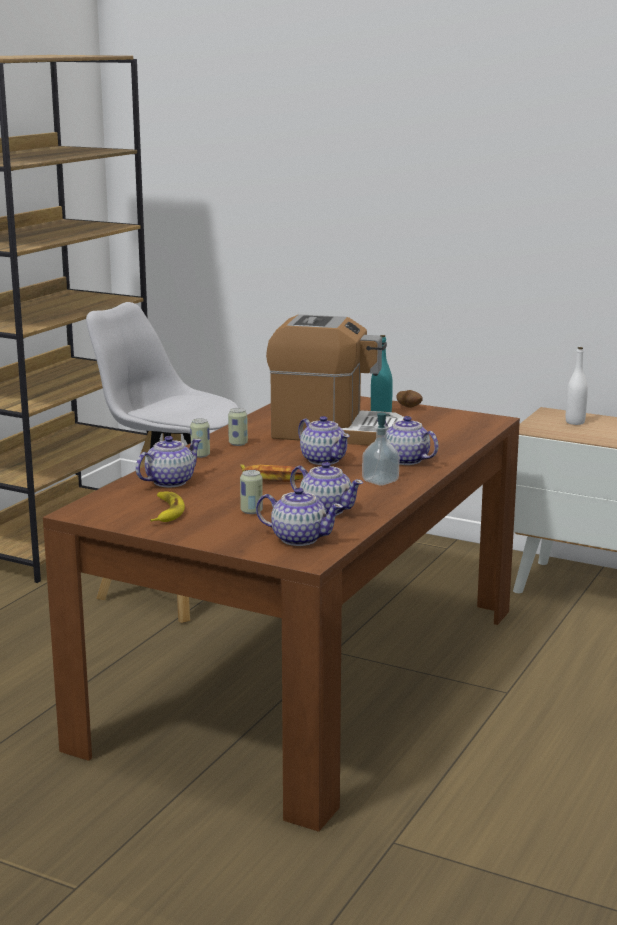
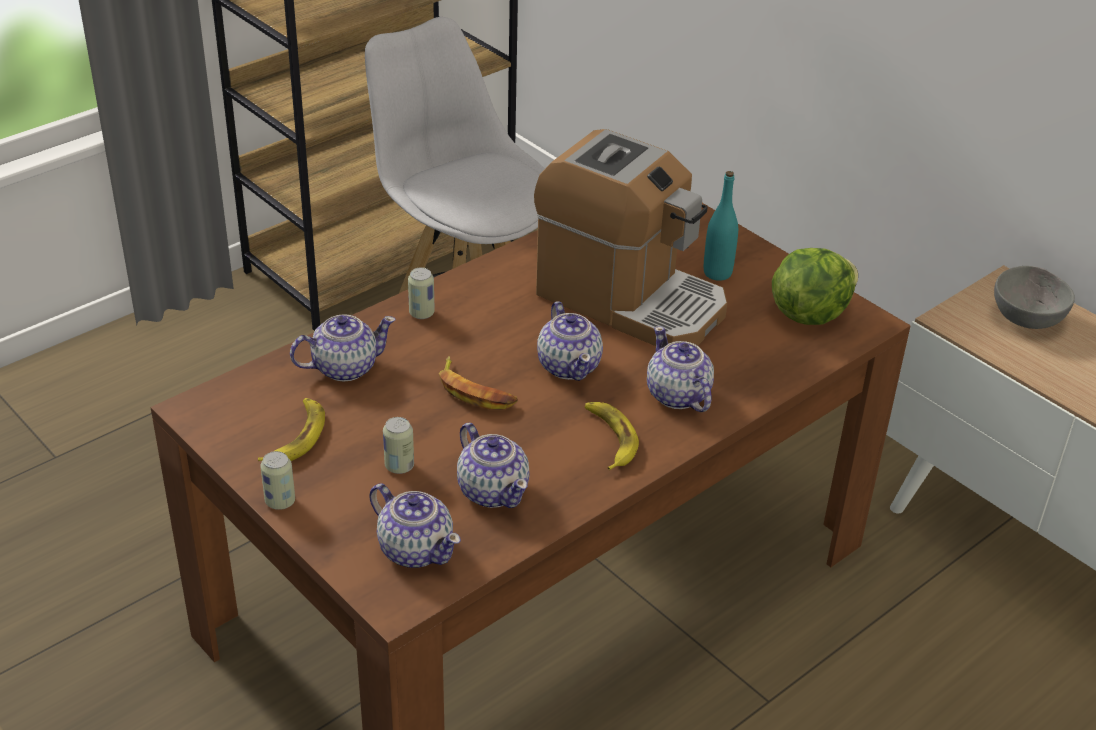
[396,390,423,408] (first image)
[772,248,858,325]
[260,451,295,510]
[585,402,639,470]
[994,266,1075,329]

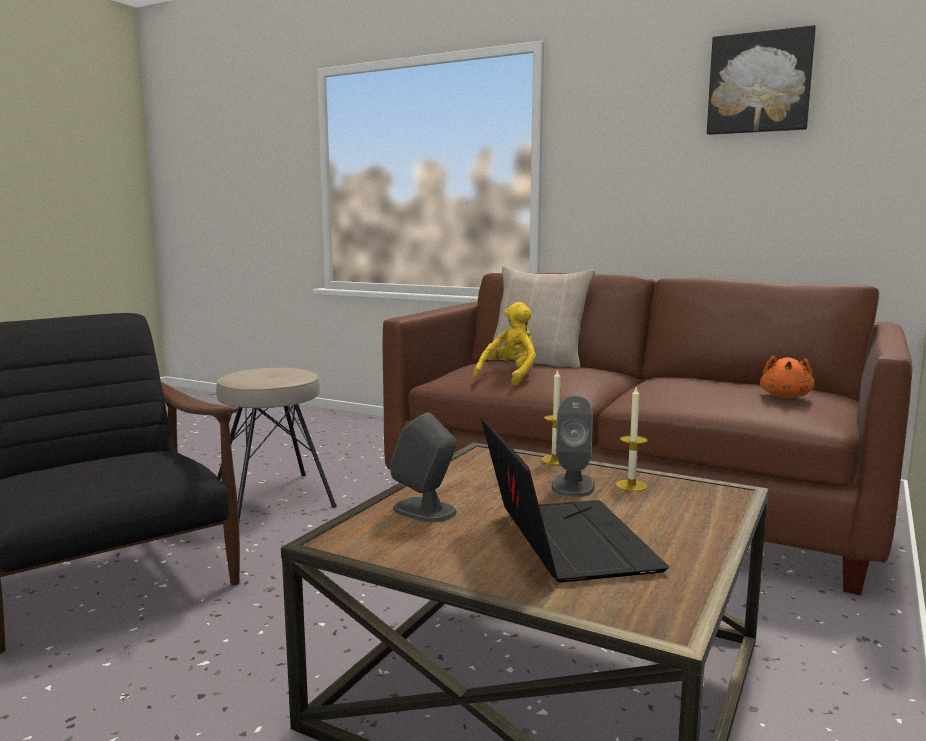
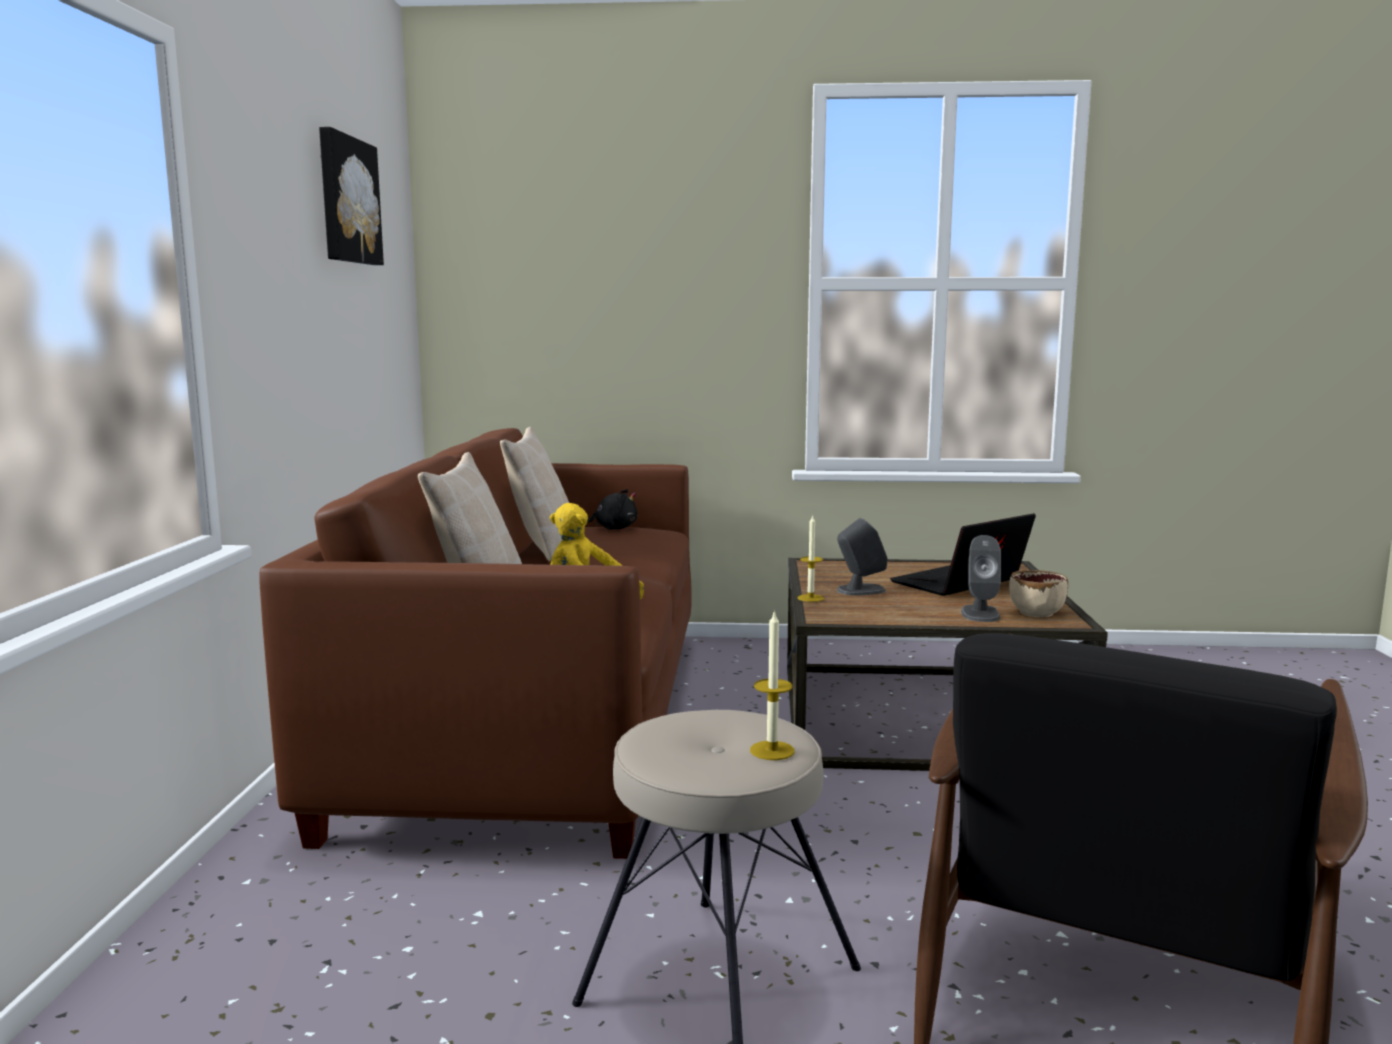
[500,427,569,561]
[1009,570,1068,618]
[750,610,794,760]
[587,489,638,530]

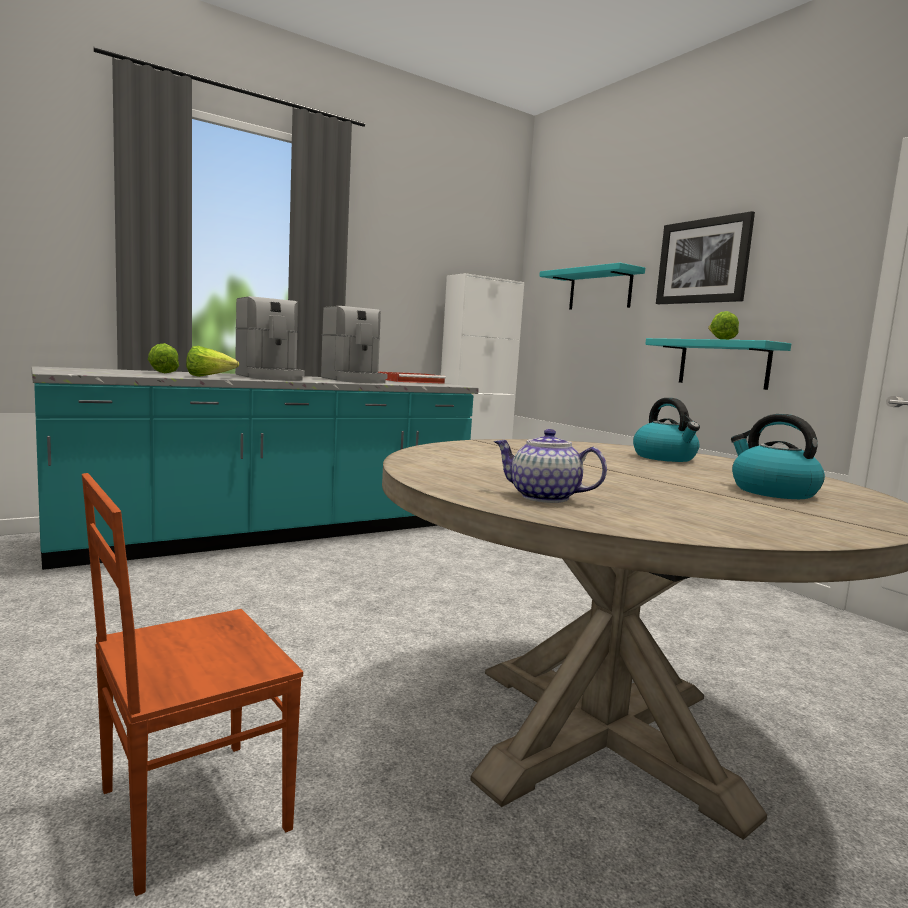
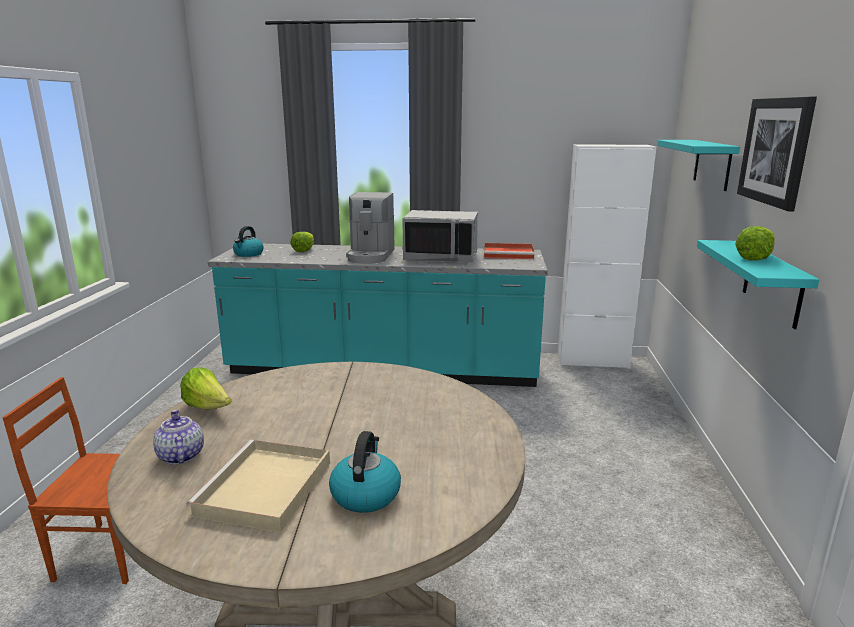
[186,440,330,533]
[180,367,231,410]
[233,226,264,257]
[402,210,478,263]

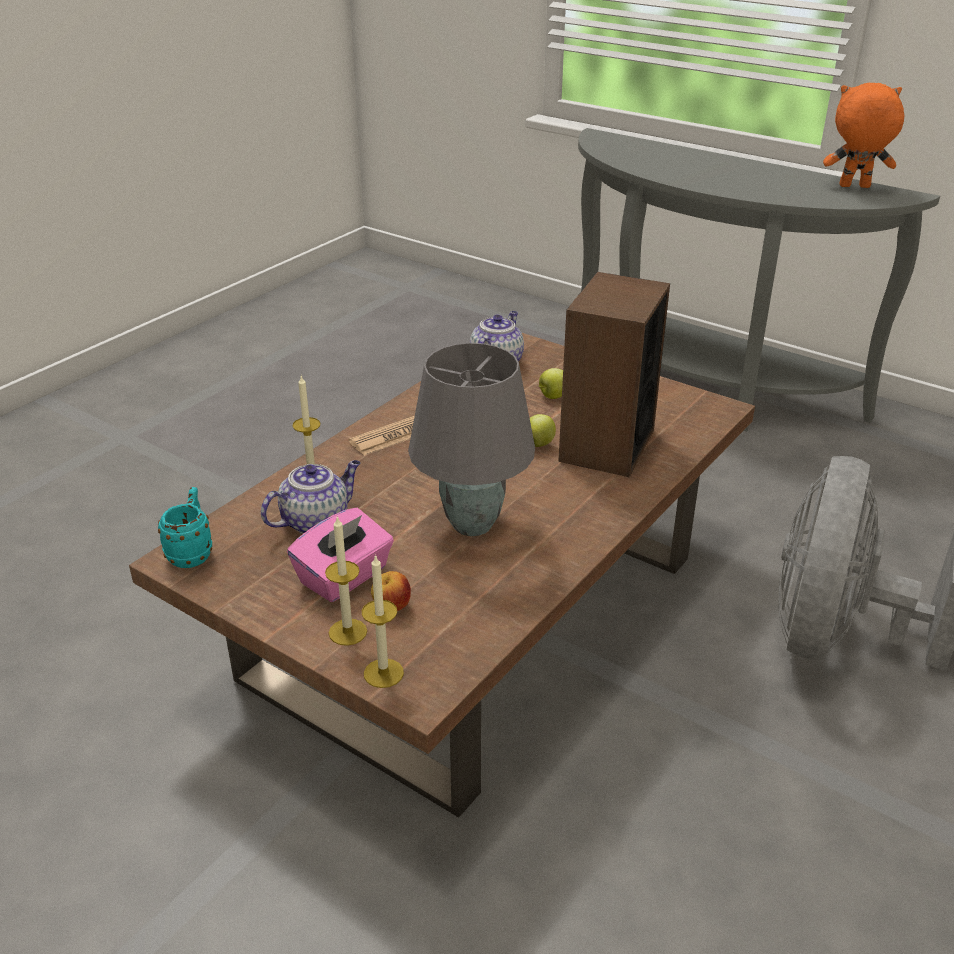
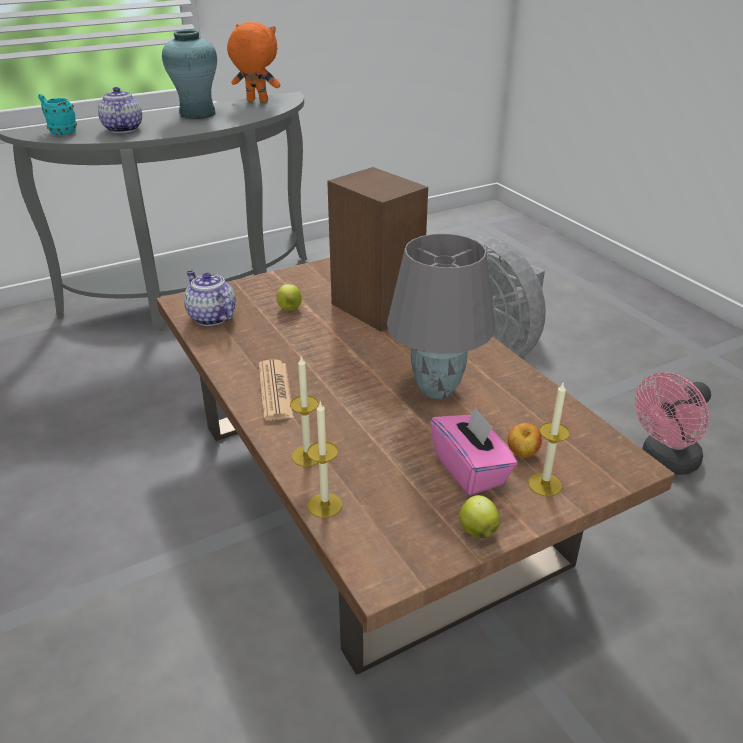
[162,30,217,119]
[635,372,711,475]
[38,94,77,135]
[98,87,142,133]
[307,402,342,518]
[459,495,500,538]
[227,22,280,103]

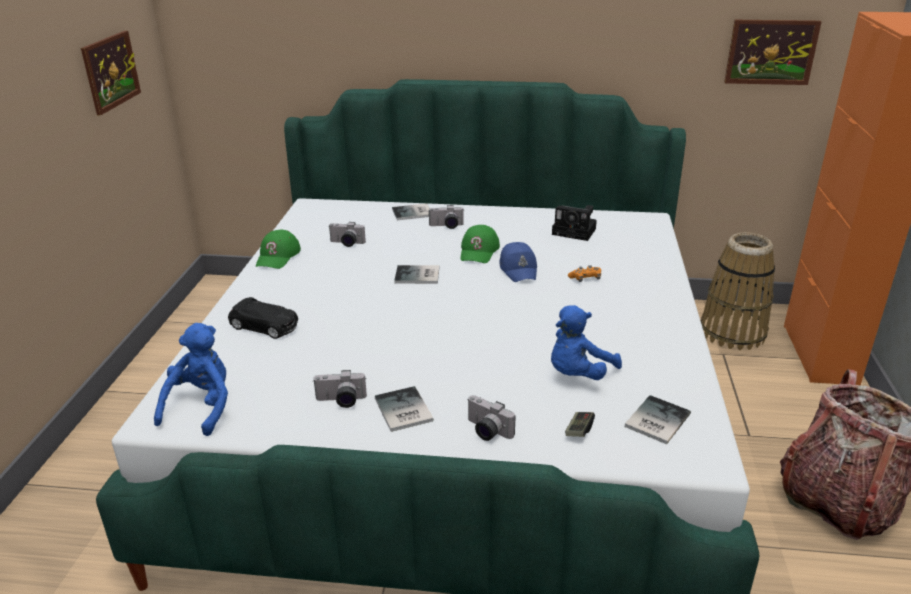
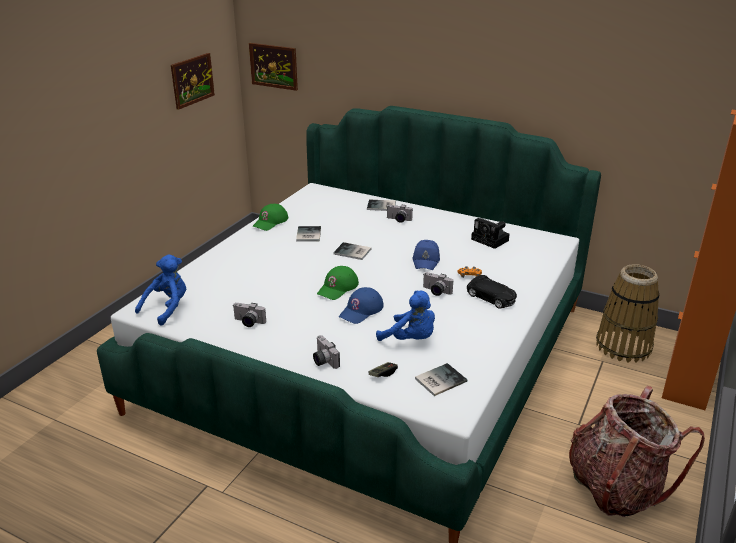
[339,287,384,324]
[467,275,517,309]
[423,272,453,296]
[296,226,321,242]
[317,266,359,300]
[249,43,298,91]
[376,290,435,341]

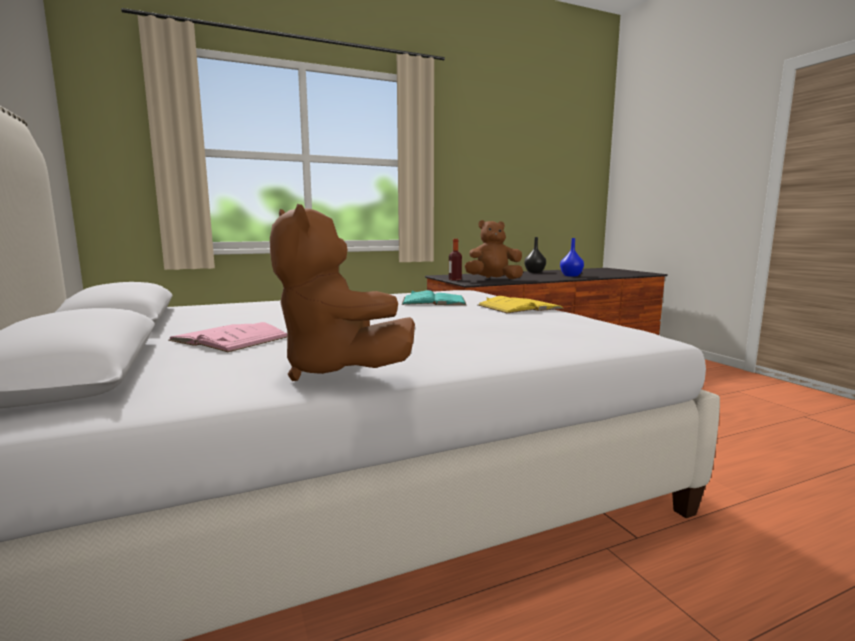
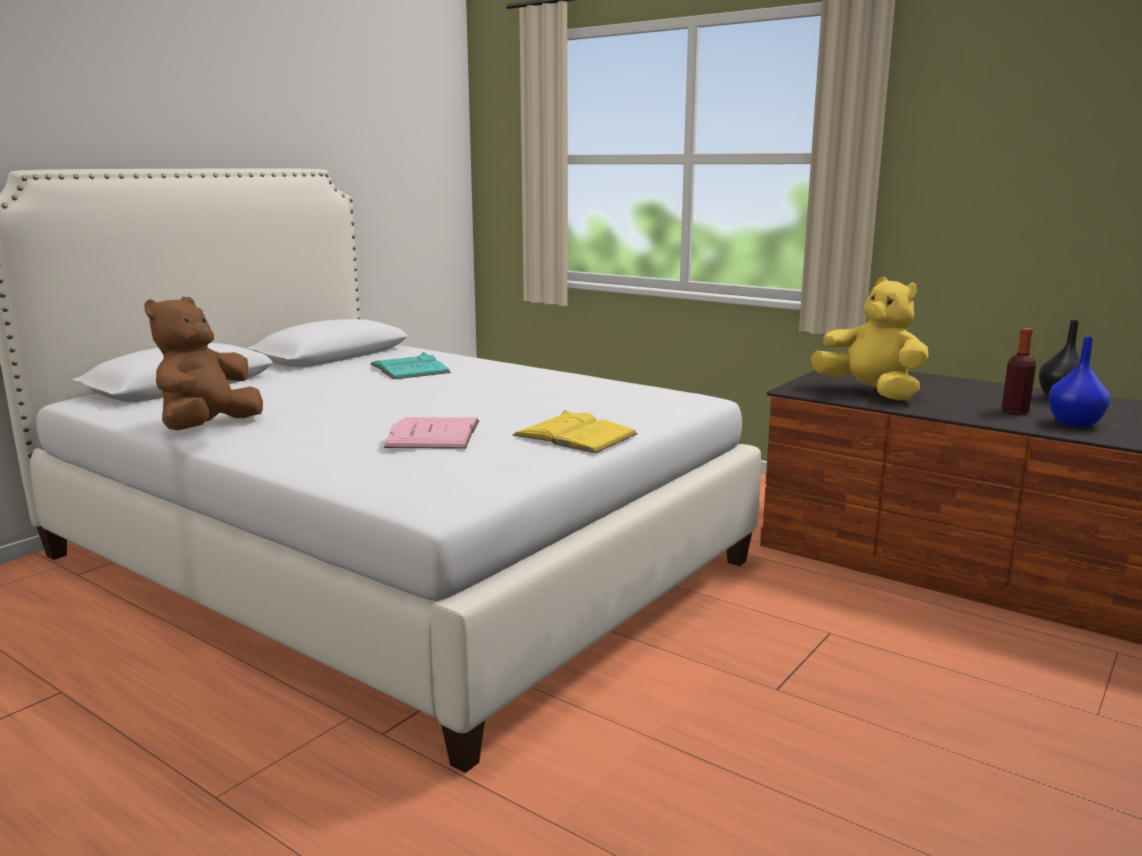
[384,417,479,449]
[370,352,451,379]
[1001,328,1036,414]
[811,277,928,400]

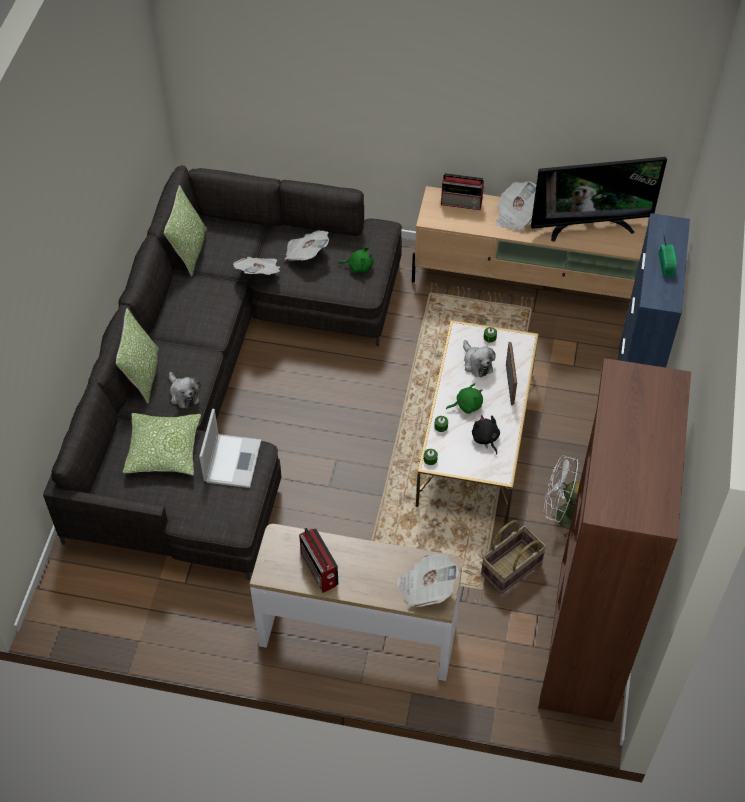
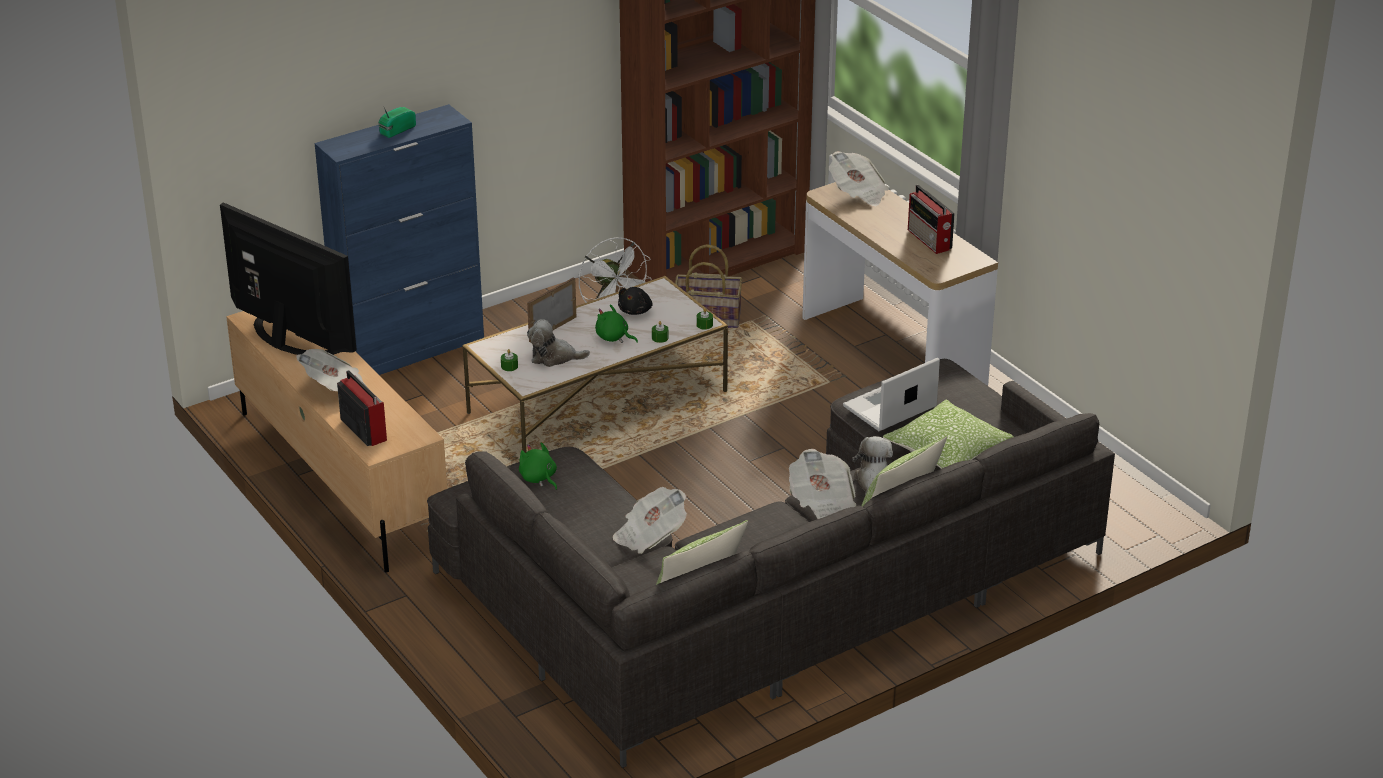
[789,449,856,519]
[908,185,955,254]
[527,319,590,367]

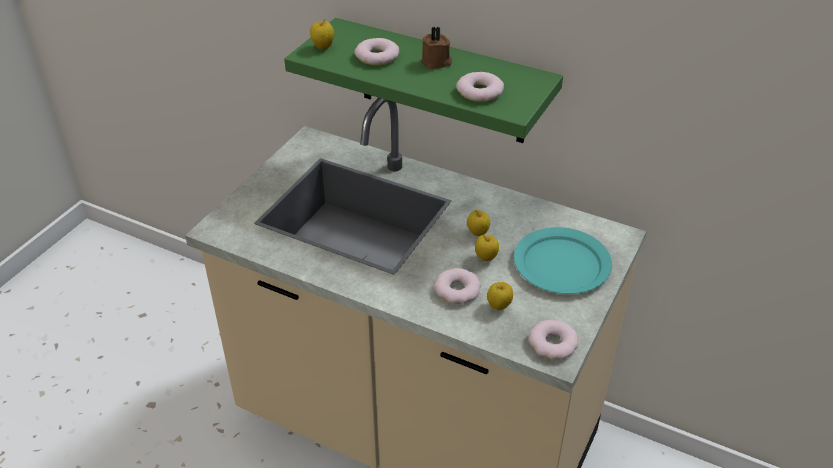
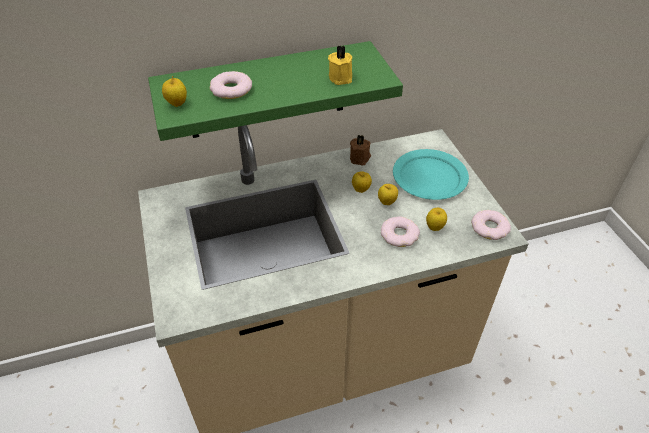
[350,135,371,165]
[328,45,352,85]

